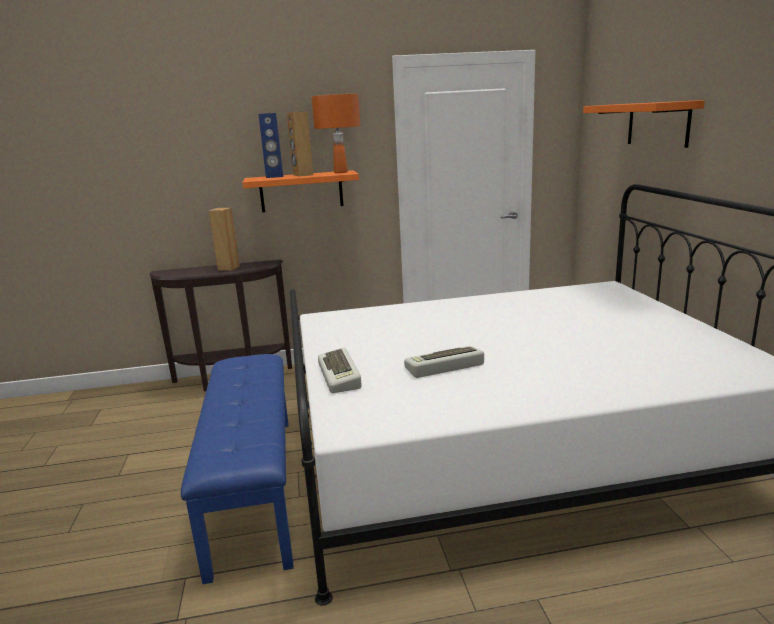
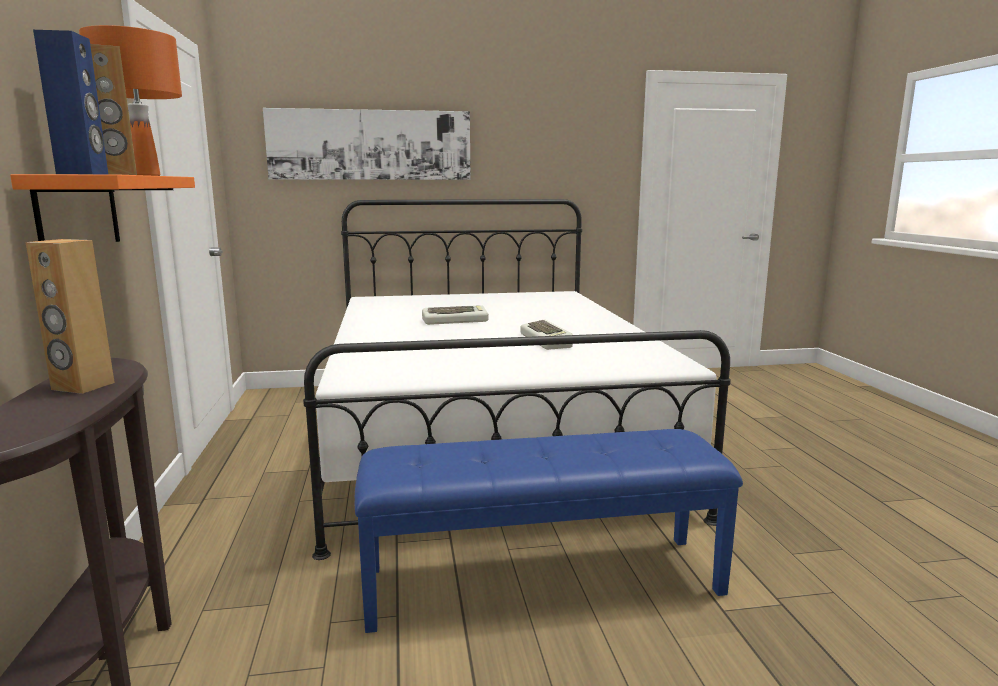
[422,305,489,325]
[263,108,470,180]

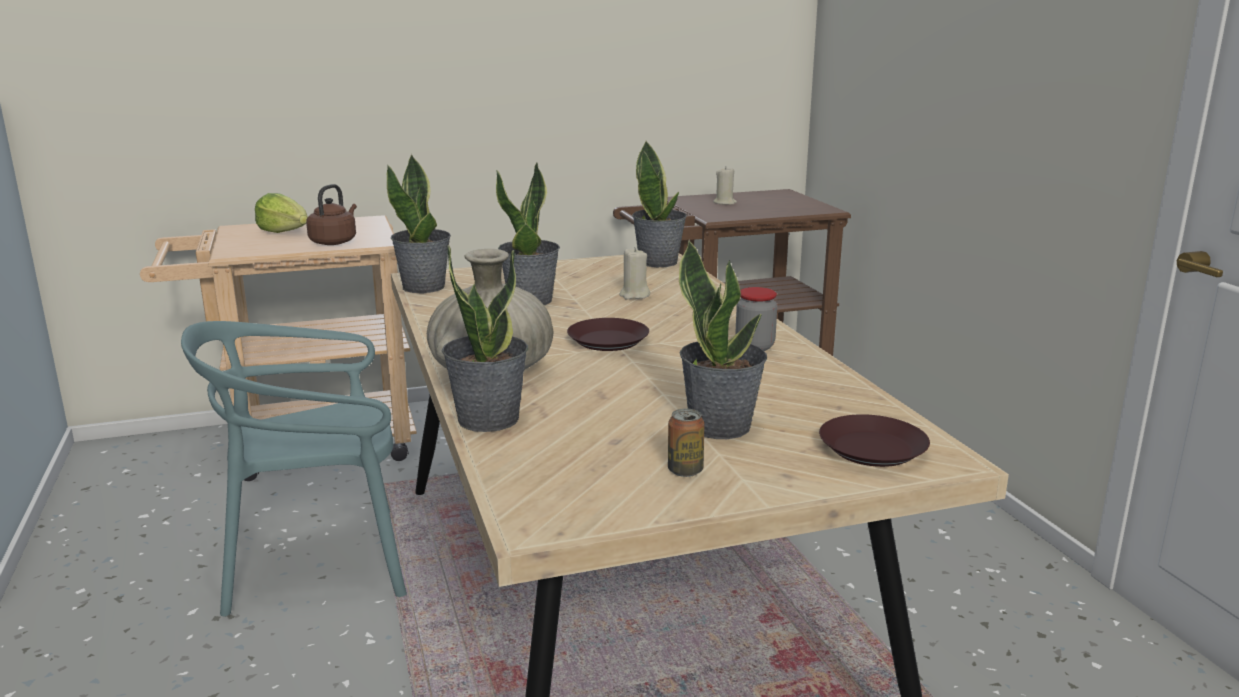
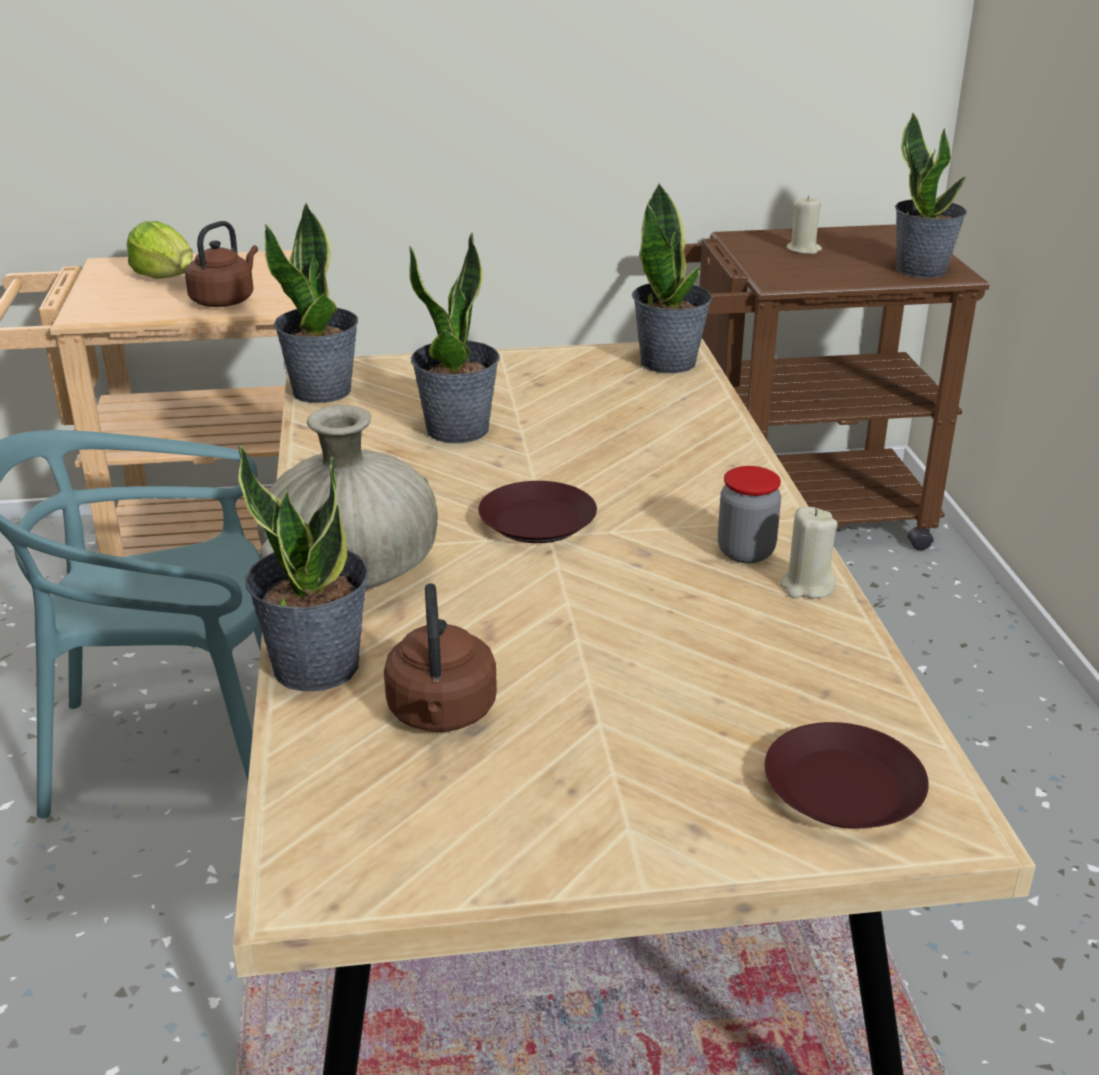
[668,408,704,477] (first image)
[384,583,497,732]
[780,507,837,599]
[895,112,967,278]

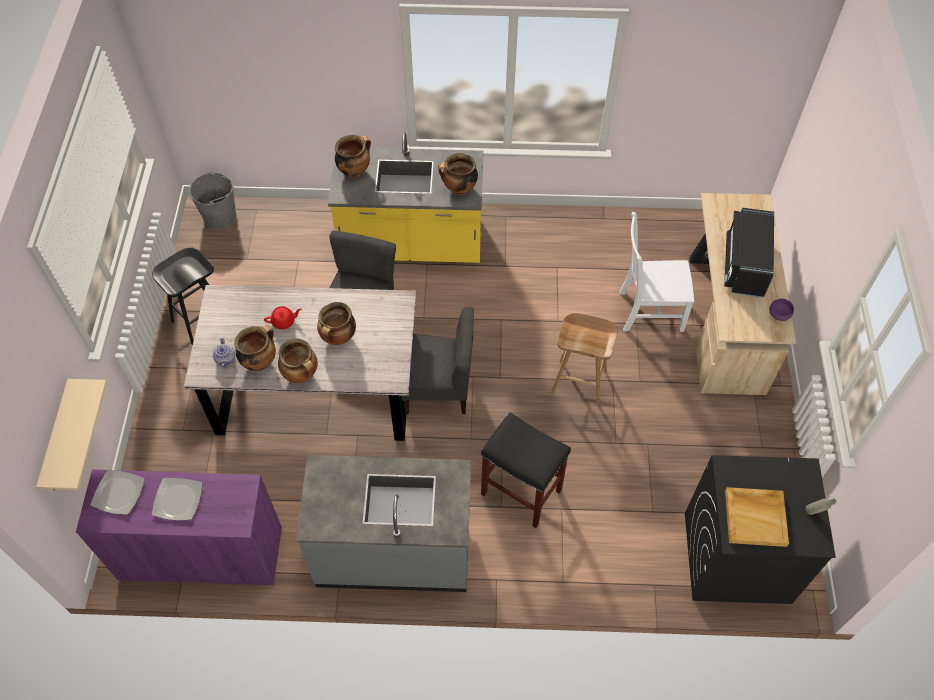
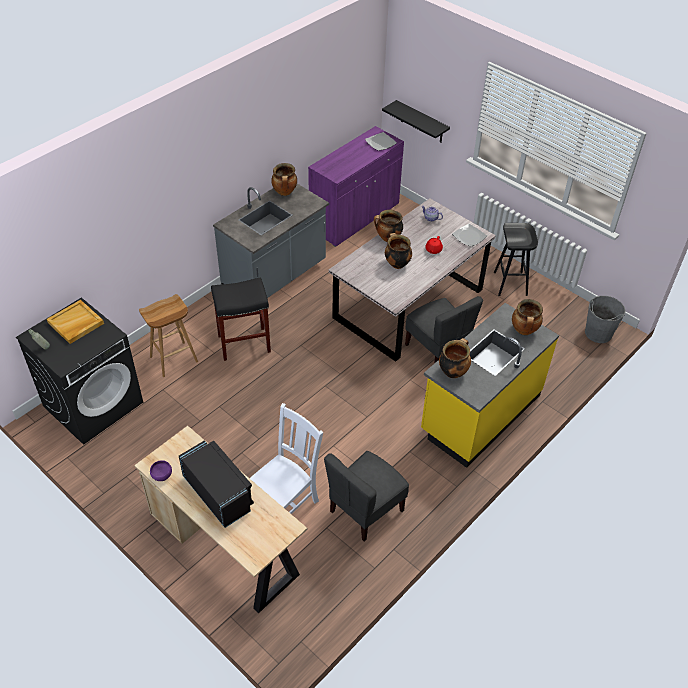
[452,224,487,247]
[271,163,297,196]
[324,451,409,542]
[139,294,198,377]
[382,100,450,142]

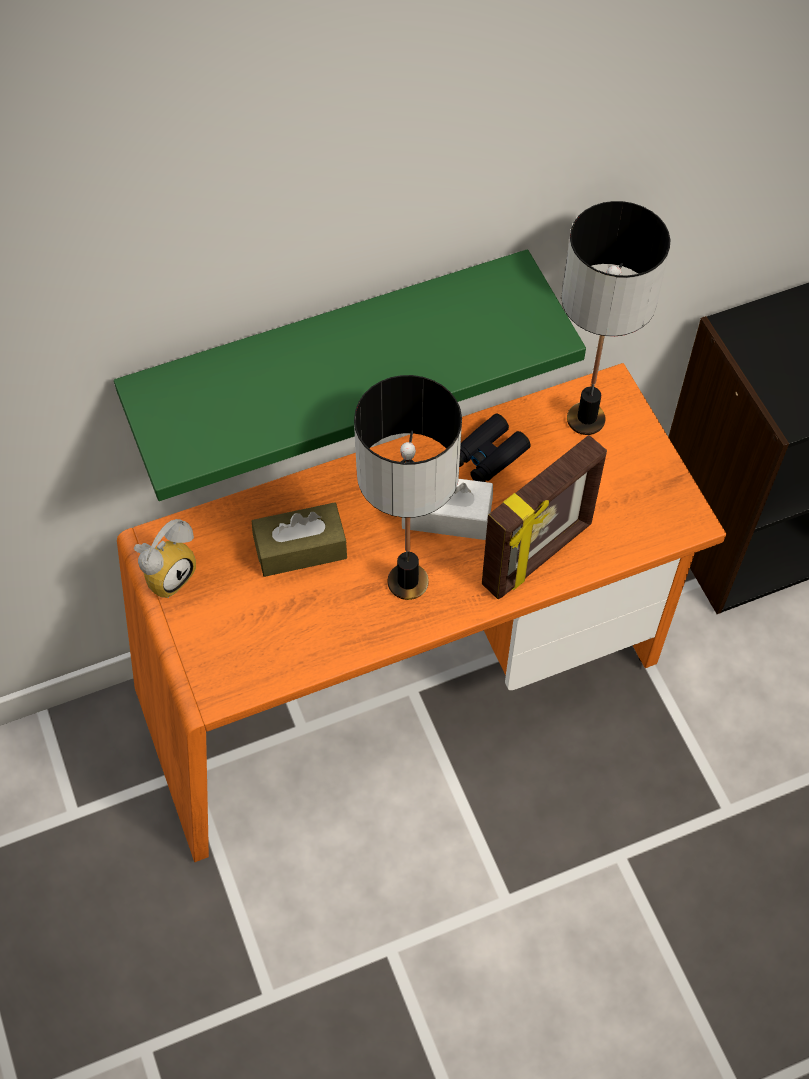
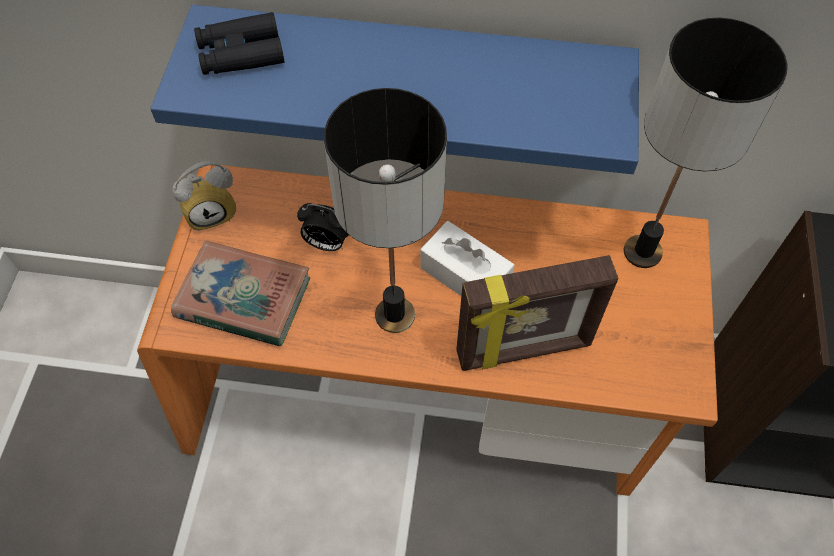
[171,241,310,346]
[194,12,284,75]
[297,203,349,251]
[150,5,639,174]

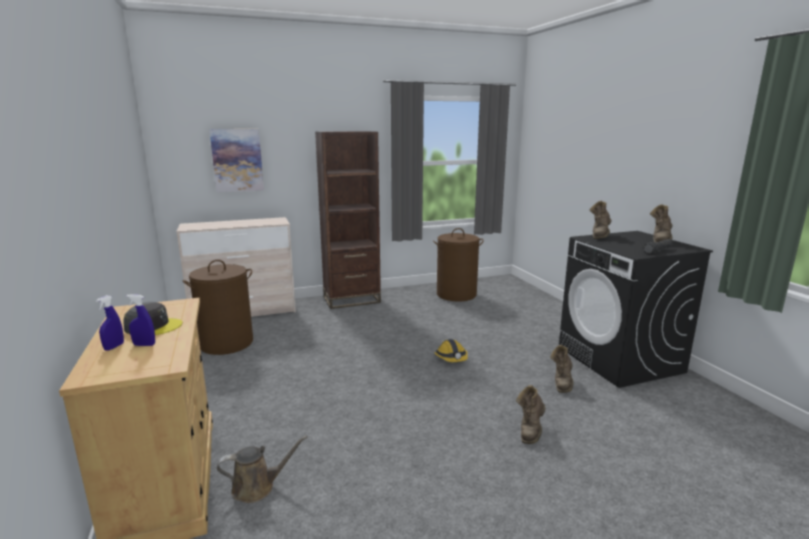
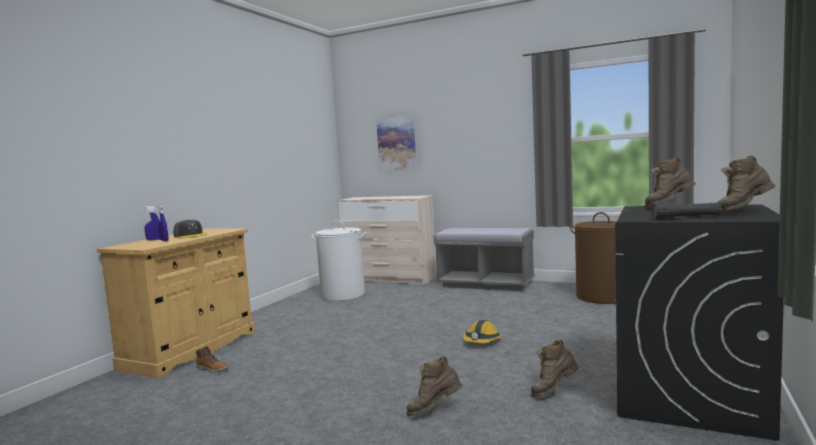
[196,346,228,373]
[434,228,535,291]
[311,220,366,301]

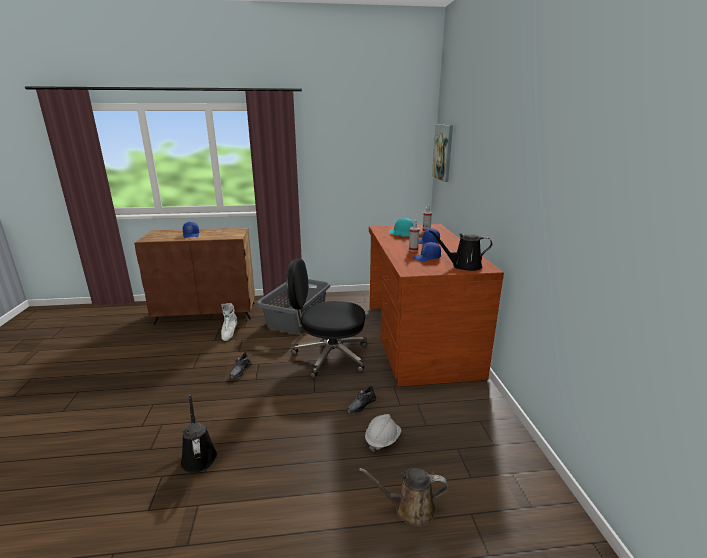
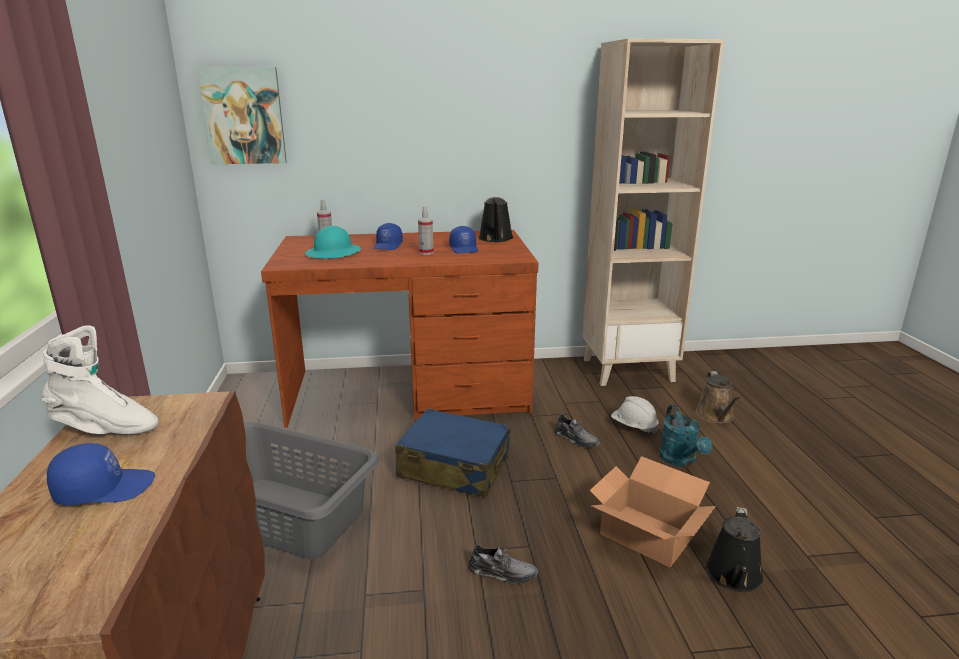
[582,38,724,386]
[590,456,716,567]
[659,405,712,467]
[41,325,159,434]
[395,408,510,498]
[706,507,763,592]

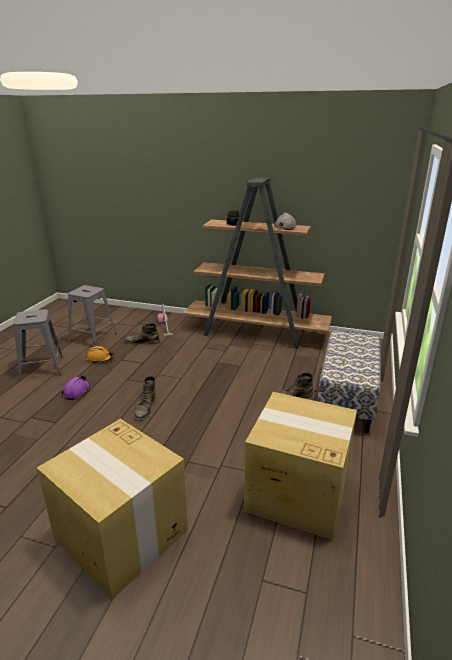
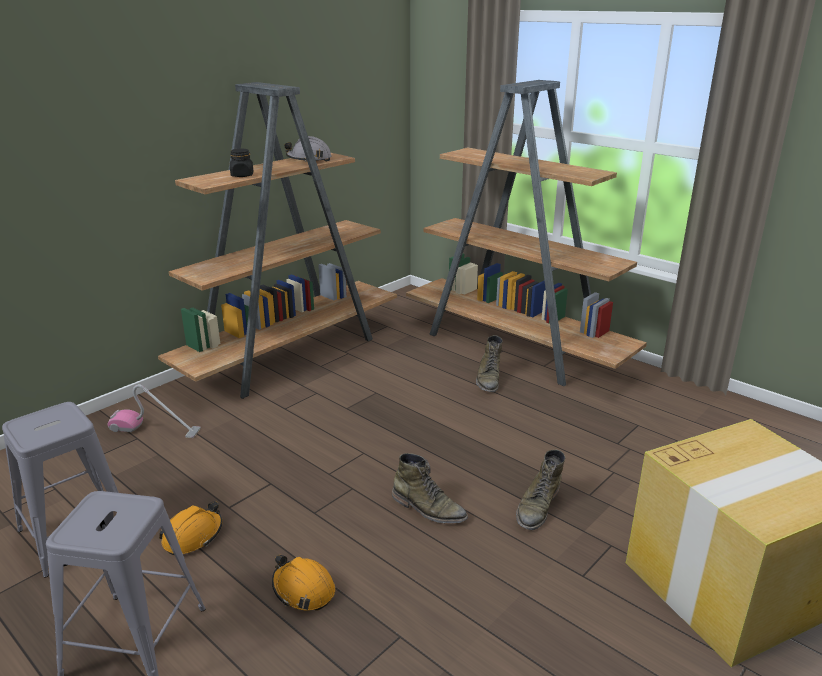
[244,392,357,540] (first image)
[516,450,565,530]
[406,80,647,386]
[272,555,335,611]

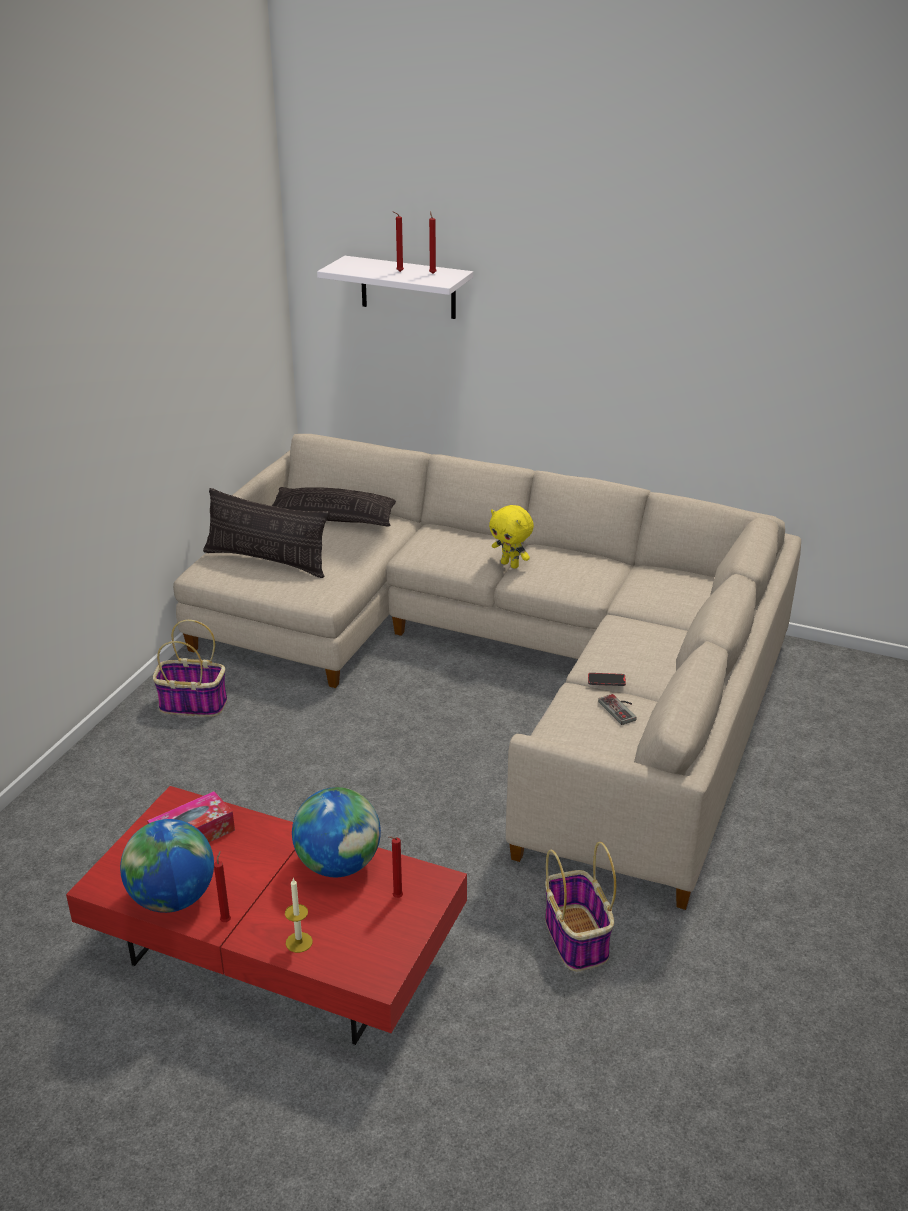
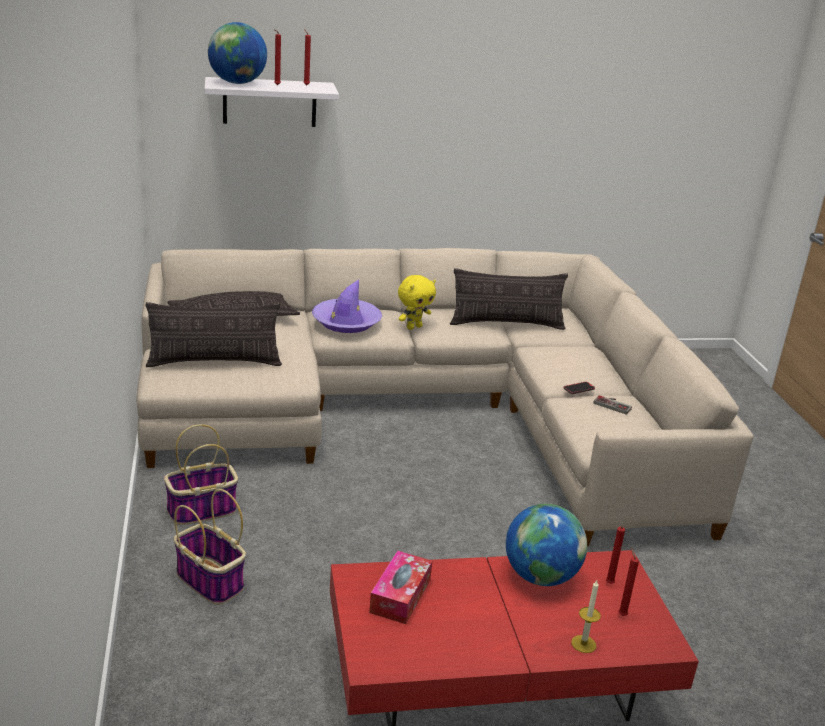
[312,280,382,333]
[450,268,568,330]
[208,22,267,84]
[618,548,639,616]
[174,489,246,605]
[398,275,436,330]

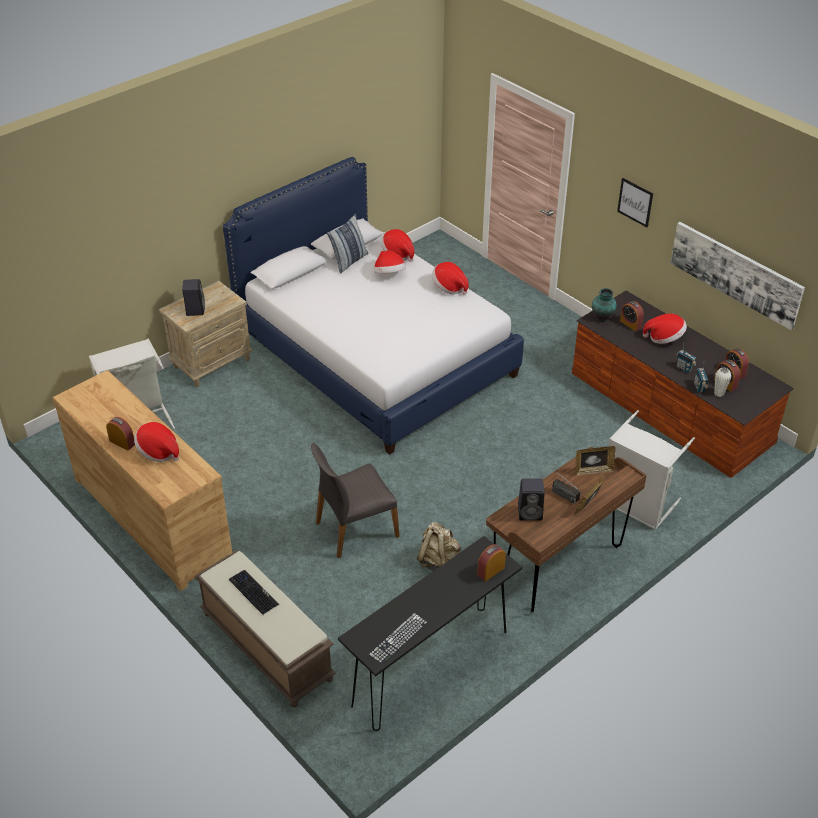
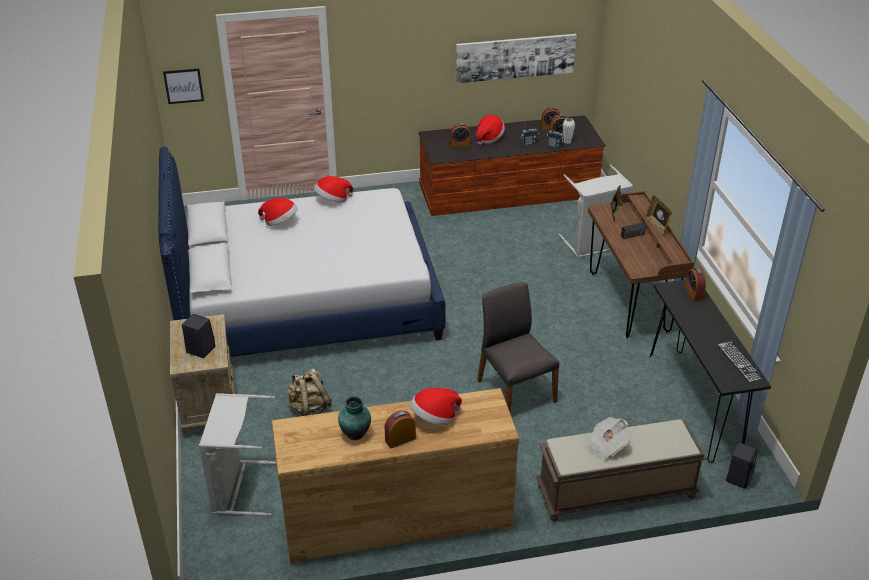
[327,214,368,274] (first image)
[381,229,414,262] (first image)
[286,368,332,416]
[726,442,758,489]
[338,396,371,440]
[163,68,204,104]
[585,417,631,460]
[477,282,559,414]

